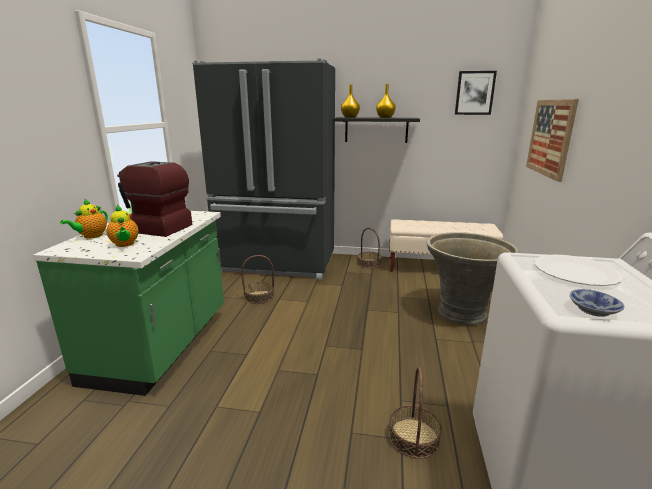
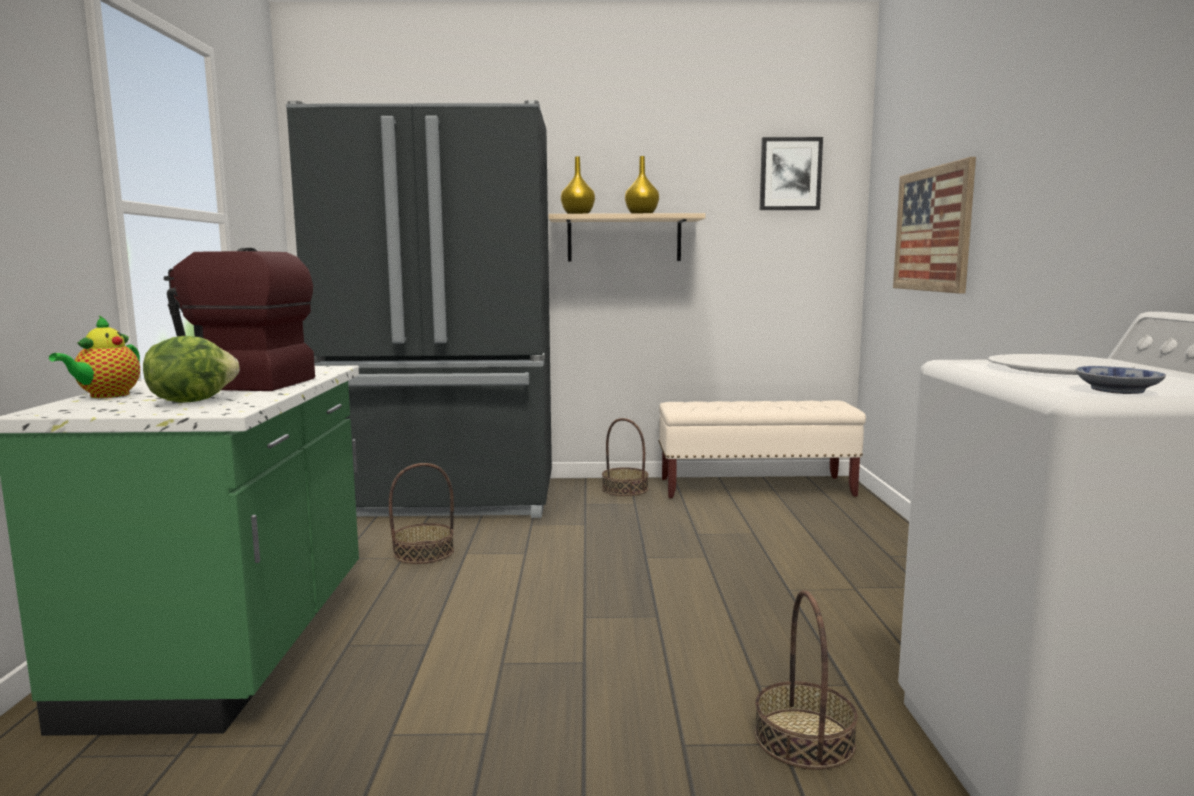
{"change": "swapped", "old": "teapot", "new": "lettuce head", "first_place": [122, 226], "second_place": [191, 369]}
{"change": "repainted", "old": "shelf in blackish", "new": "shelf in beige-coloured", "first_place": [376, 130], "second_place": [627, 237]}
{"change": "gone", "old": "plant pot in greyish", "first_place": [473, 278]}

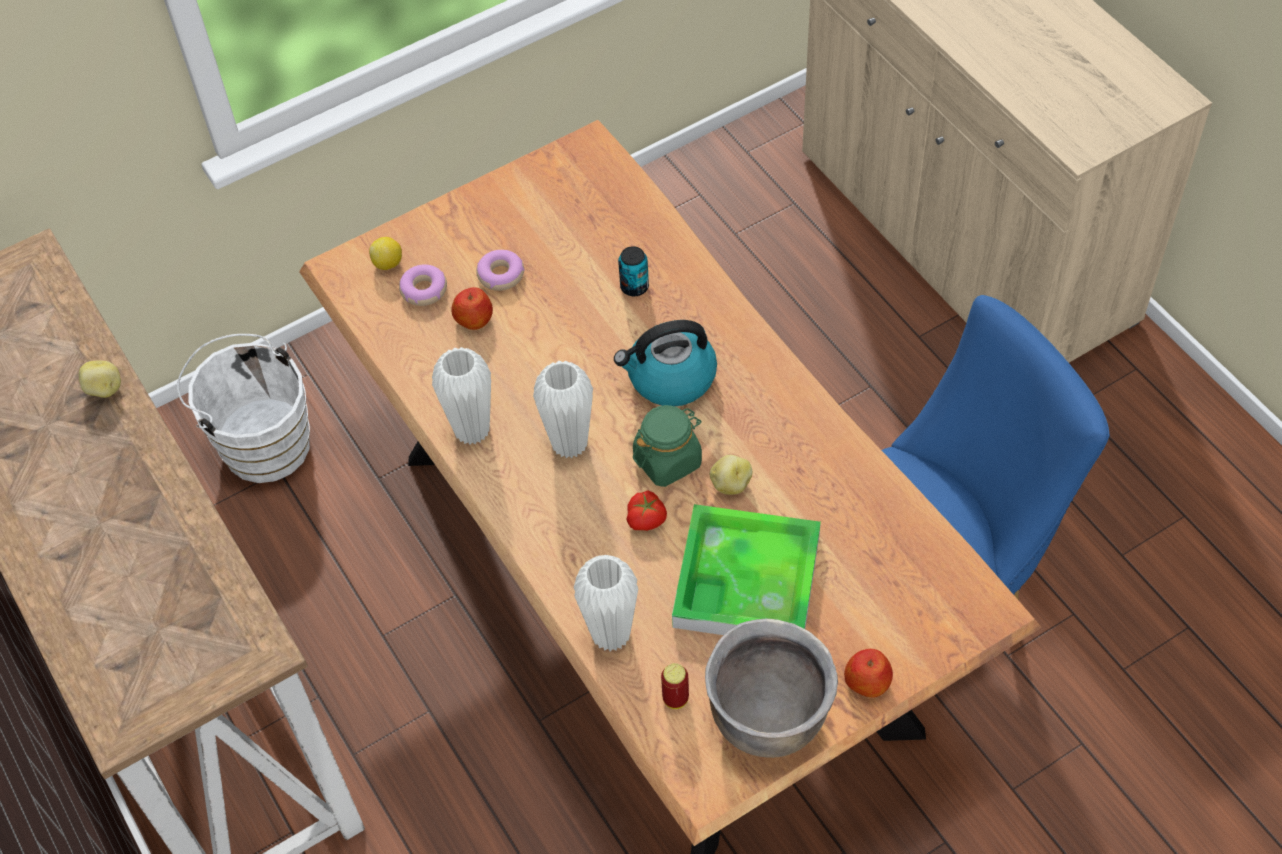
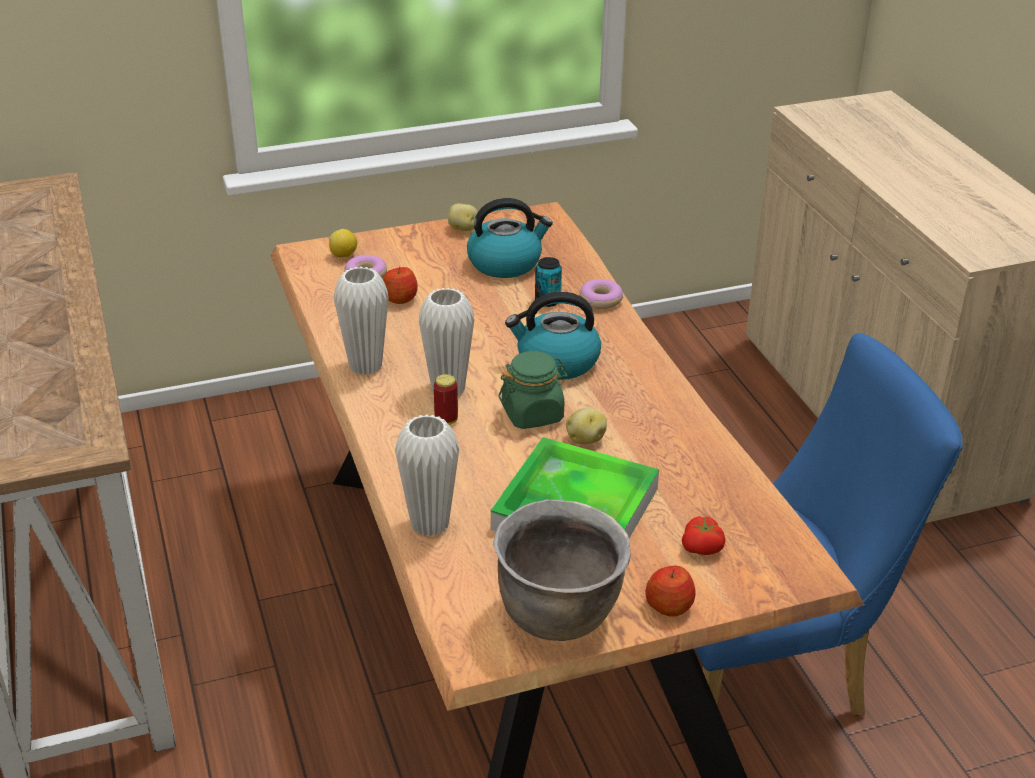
{"change": "shifted", "old": "spud", "first_place": [100, 379], "second_place": [463, 217]}
{"change": "gone", "old": "water bucket in white", "first_place": [243, 408]}
{"change": "shifted", "old": "ring doughnut", "first_place": [500, 270], "second_place": [601, 294]}
{"change": "shifted", "old": "fresh tomato", "first_place": [646, 510], "second_place": [703, 535]}
{"change": "shifted", "old": "metal can", "first_place": [675, 686], "second_place": [446, 399]}
{"change": "new", "new": "kettle", "second_place": [510, 238]}

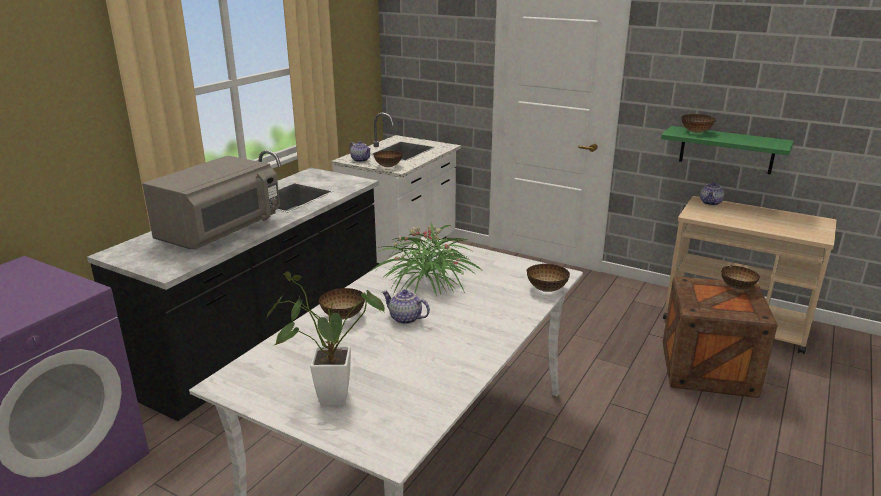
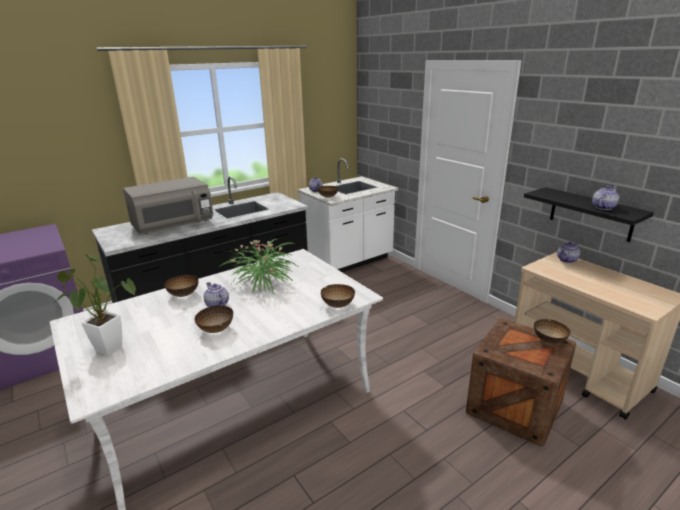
{"change": "repainted", "old": "shelf in green-coloured", "new": "shelf in blackish", "first_place": [727, 150], "second_place": [589, 214]}
{"change": "shifted", "old": "deep dish", "first_place": [699, 123], "second_place": [213, 319]}
{"change": "new", "new": "teapot", "second_place": [605, 198]}

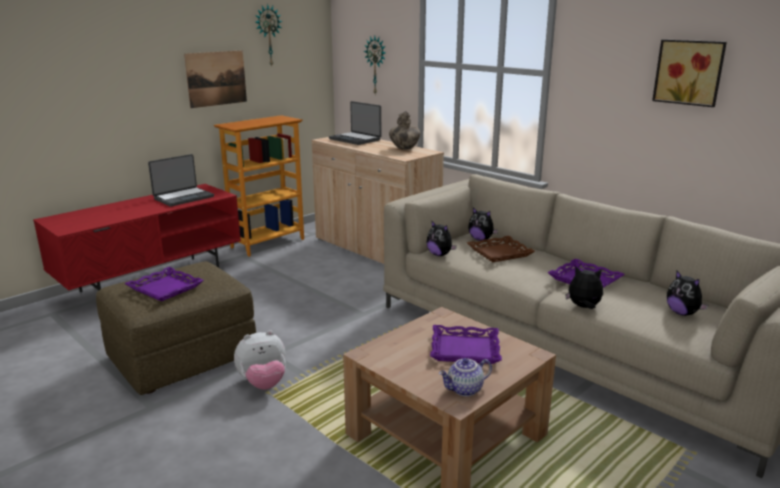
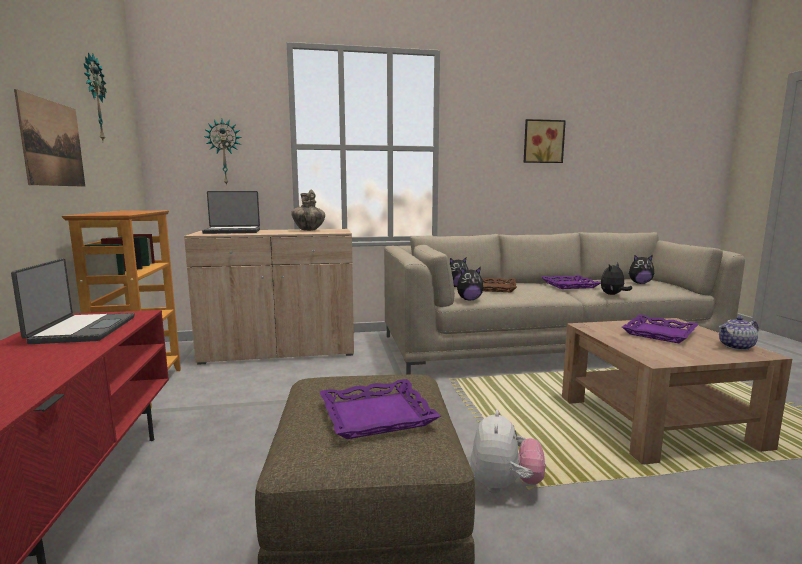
{"change": "rotated", "old": "teapot", "first_place": [465, 377], "second_place": [739, 333], "degrees": 60}

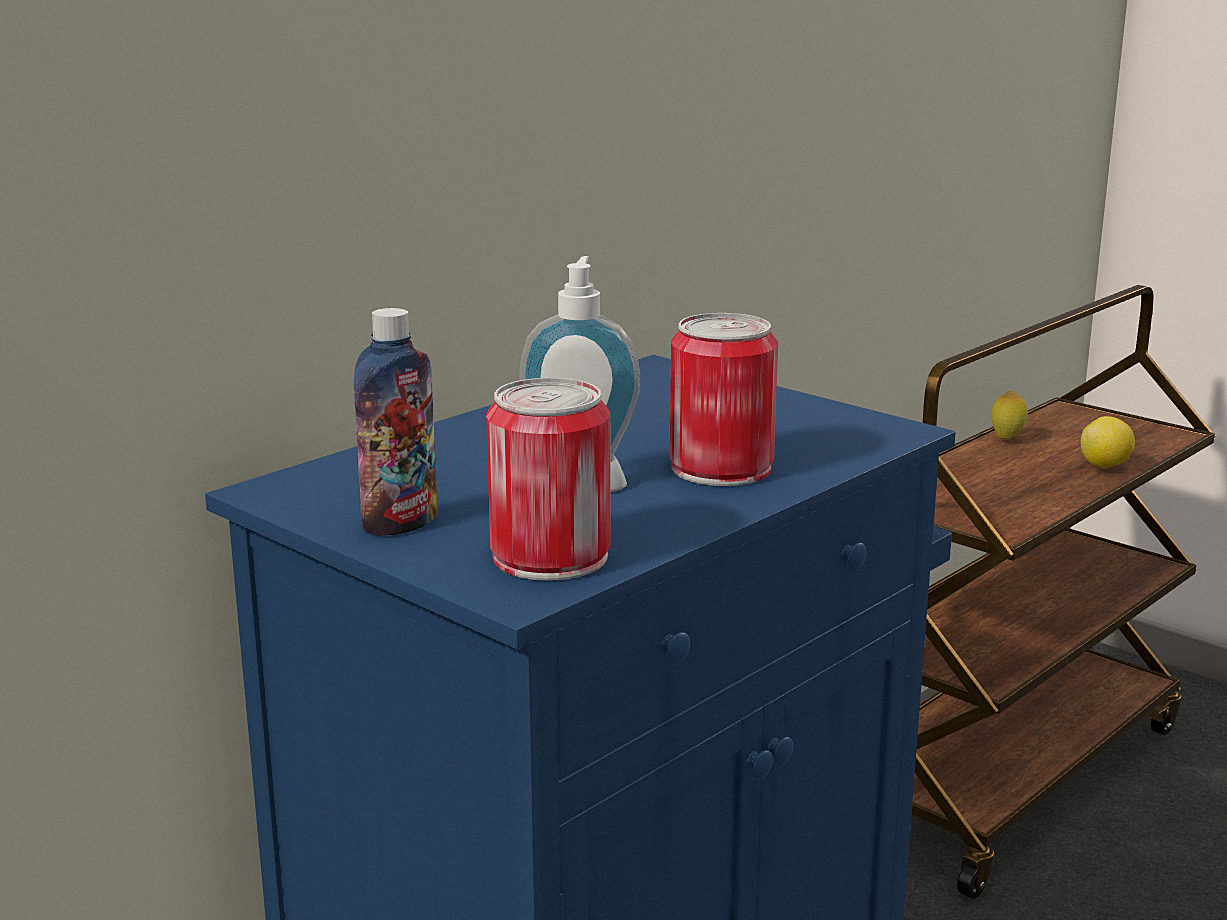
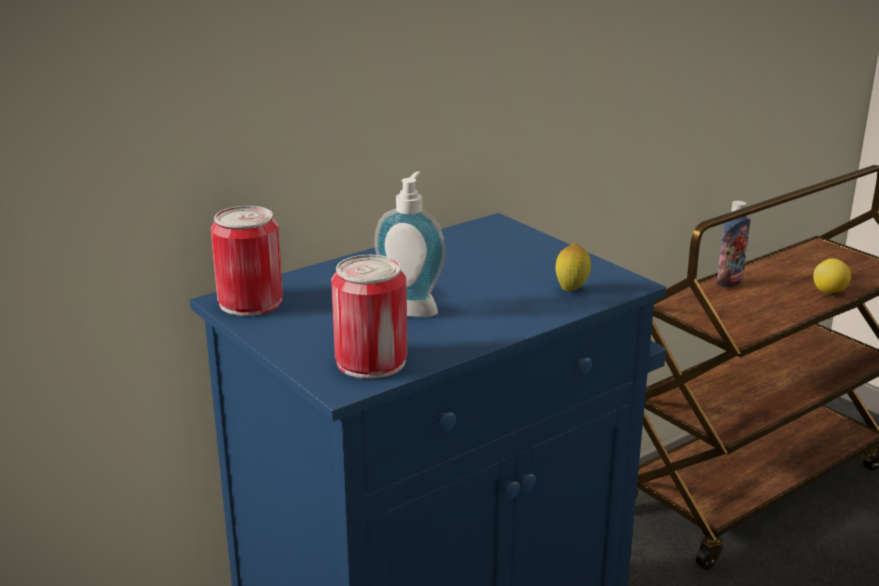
{"change": "shifted", "old": "bottle", "first_place": [395, 422], "second_place": [733, 244]}
{"change": "shifted", "old": "metal can", "first_place": [724, 399], "second_place": [247, 261]}
{"change": "shifted", "old": "citrus fruit", "first_place": [1009, 415], "second_place": [573, 267]}

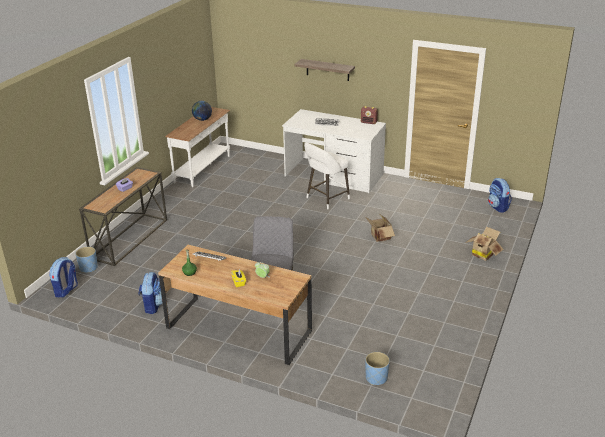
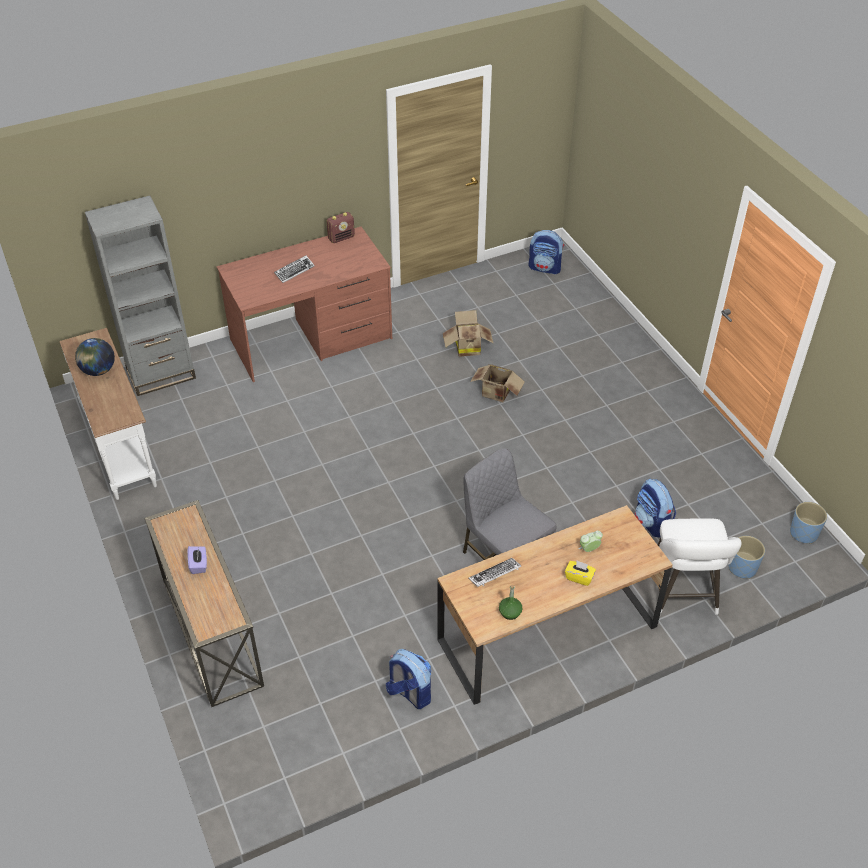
{"change": "shifted", "old": "rucksack", "first_place": [63, 277], "second_place": [655, 508]}
{"change": "shifted", "old": "plant pot in bluish", "first_place": [86, 260], "second_place": [808, 523]}
{"change": "repainted", "old": "desk unit in white", "new": "desk unit in brown-coloured", "first_place": [334, 151], "second_place": [304, 304]}
{"change": "gone", "old": "shelf", "first_place": [324, 70]}
{"change": "shifted", "old": "stool seat in white", "first_place": [327, 176], "second_place": [700, 566]}
{"change": "shifted", "old": "packing box", "first_place": [484, 244], "second_place": [468, 333]}
{"change": "new", "new": "shelving unit in greyish", "second_place": [140, 296]}

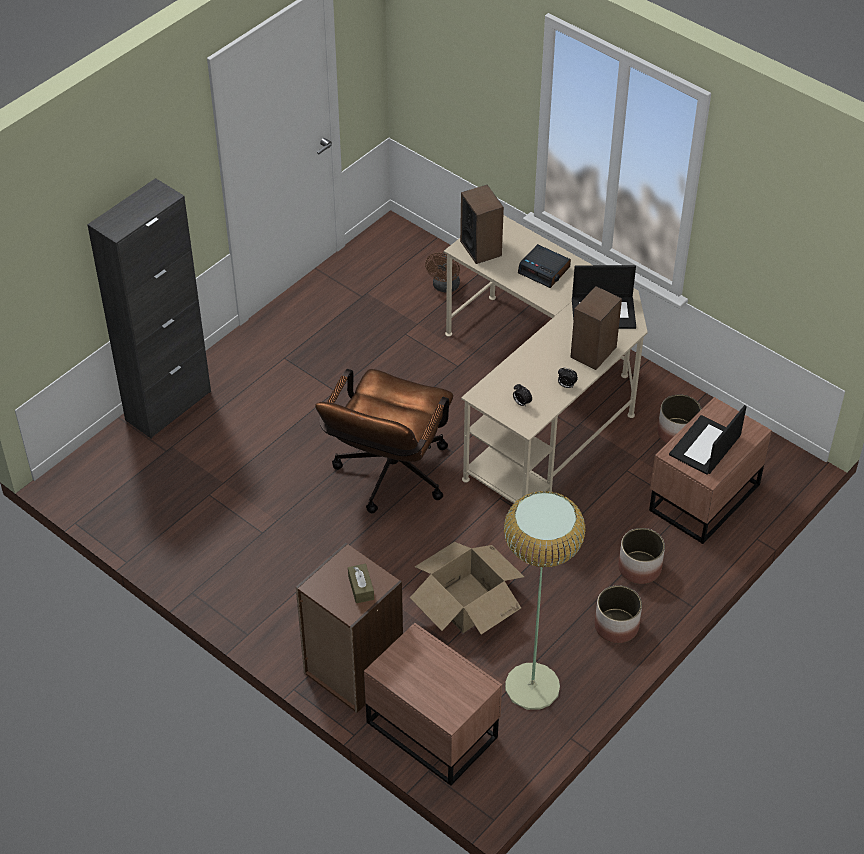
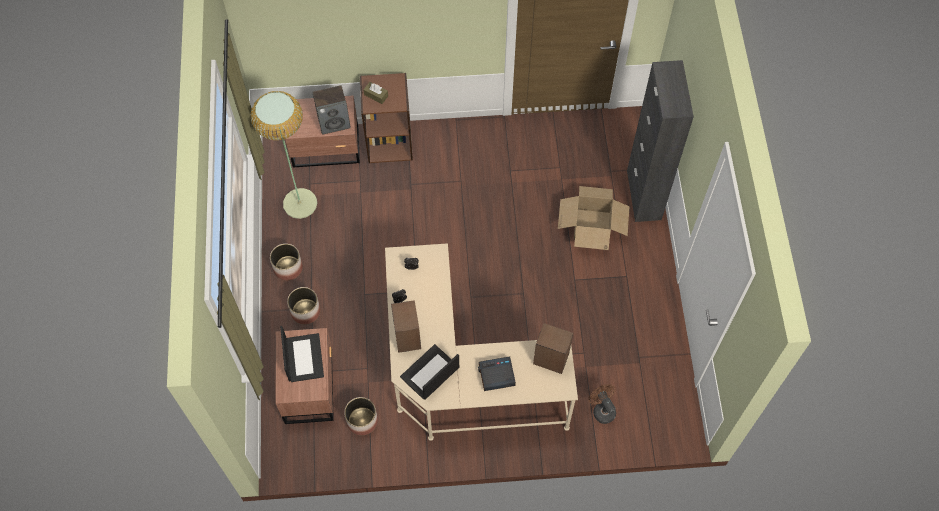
{"change": "gone", "old": "office chair in brown-coloured", "first_place": [384, 441]}
{"change": "shifted", "old": "packing box", "first_place": [467, 588], "second_place": [594, 218]}
{"change": "new", "new": "loudspeaker", "second_place": [332, 110]}

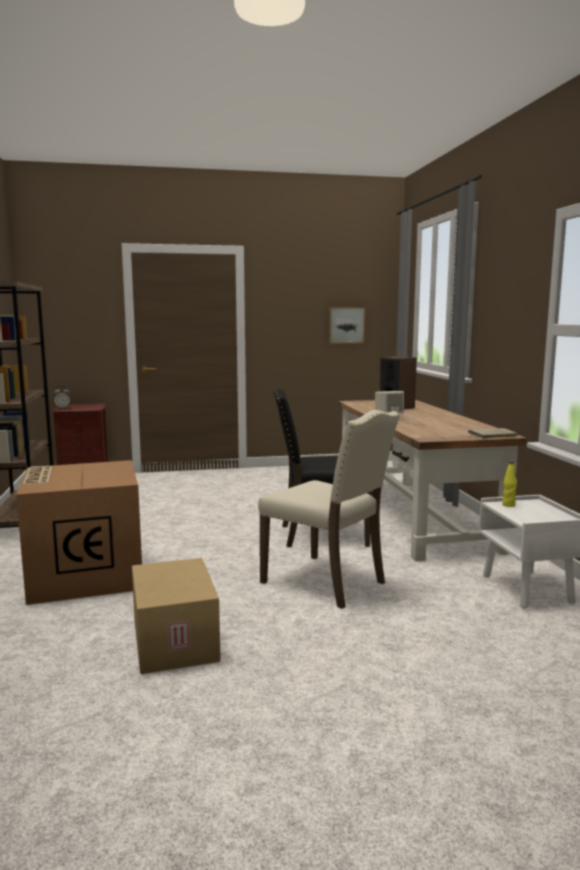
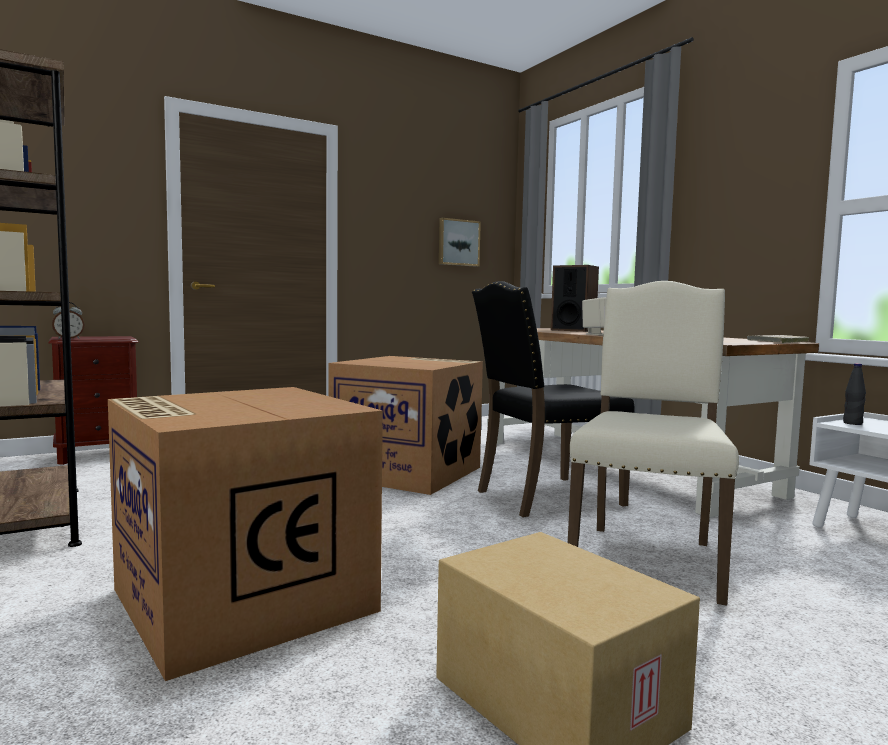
{"change": "rotated", "old": "plain chair in beige-coloured", "first_place": [329, 509], "second_place": [653, 443], "degrees": -90}
{"change": "repainted", "old": "bottle in yellow-coloured", "new": "bottle in blackish", "first_place": [509, 484], "second_place": [854, 394]}
{"change": "new", "new": "packing box", "second_place": [406, 425]}

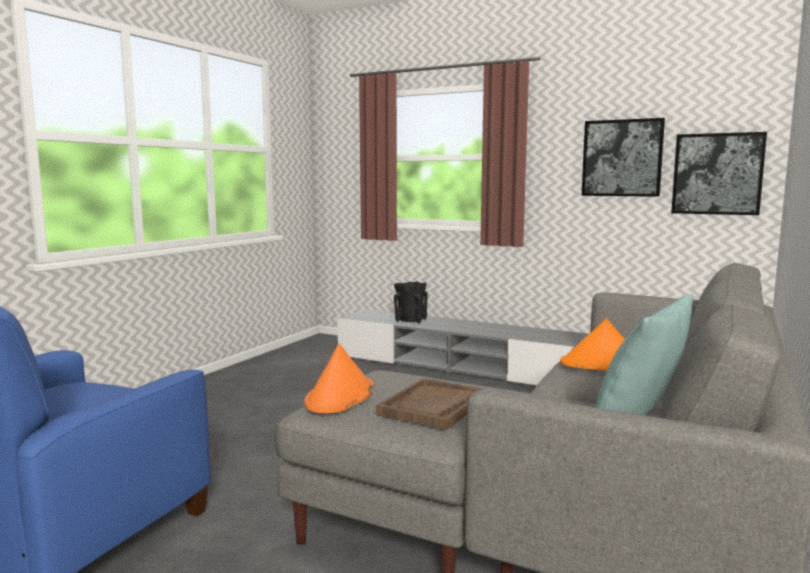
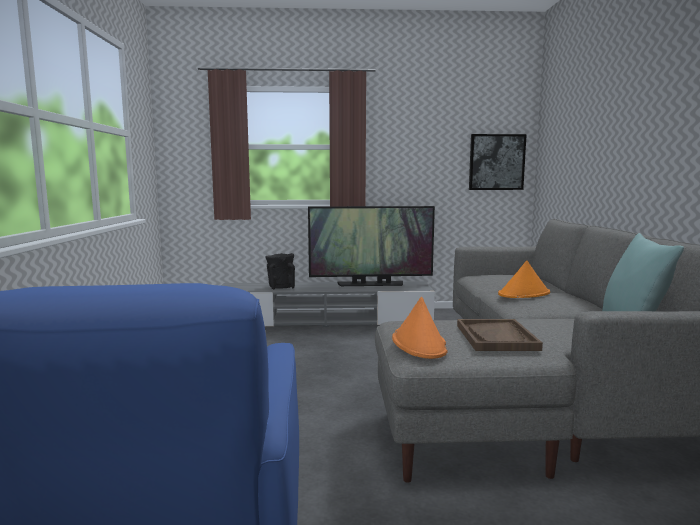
{"change": "gone", "old": "wall picture", "first_place": [623, 157]}
{"change": "new", "new": "television", "second_place": [371, 246]}

